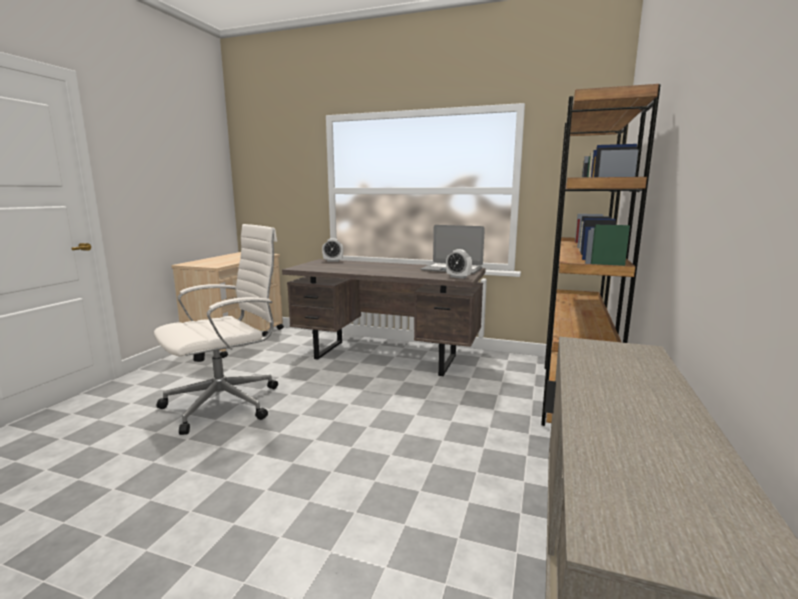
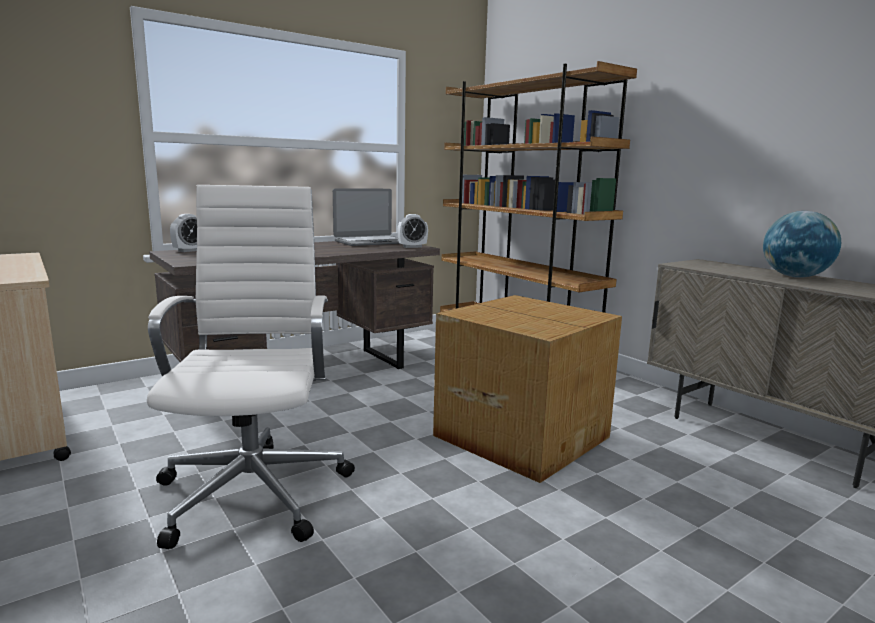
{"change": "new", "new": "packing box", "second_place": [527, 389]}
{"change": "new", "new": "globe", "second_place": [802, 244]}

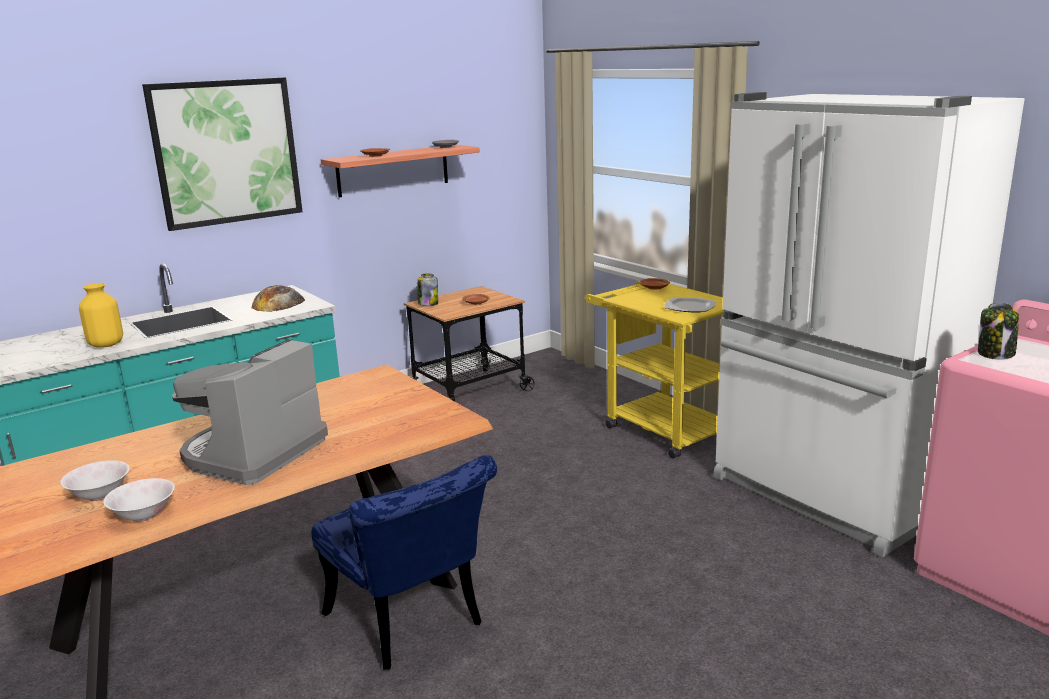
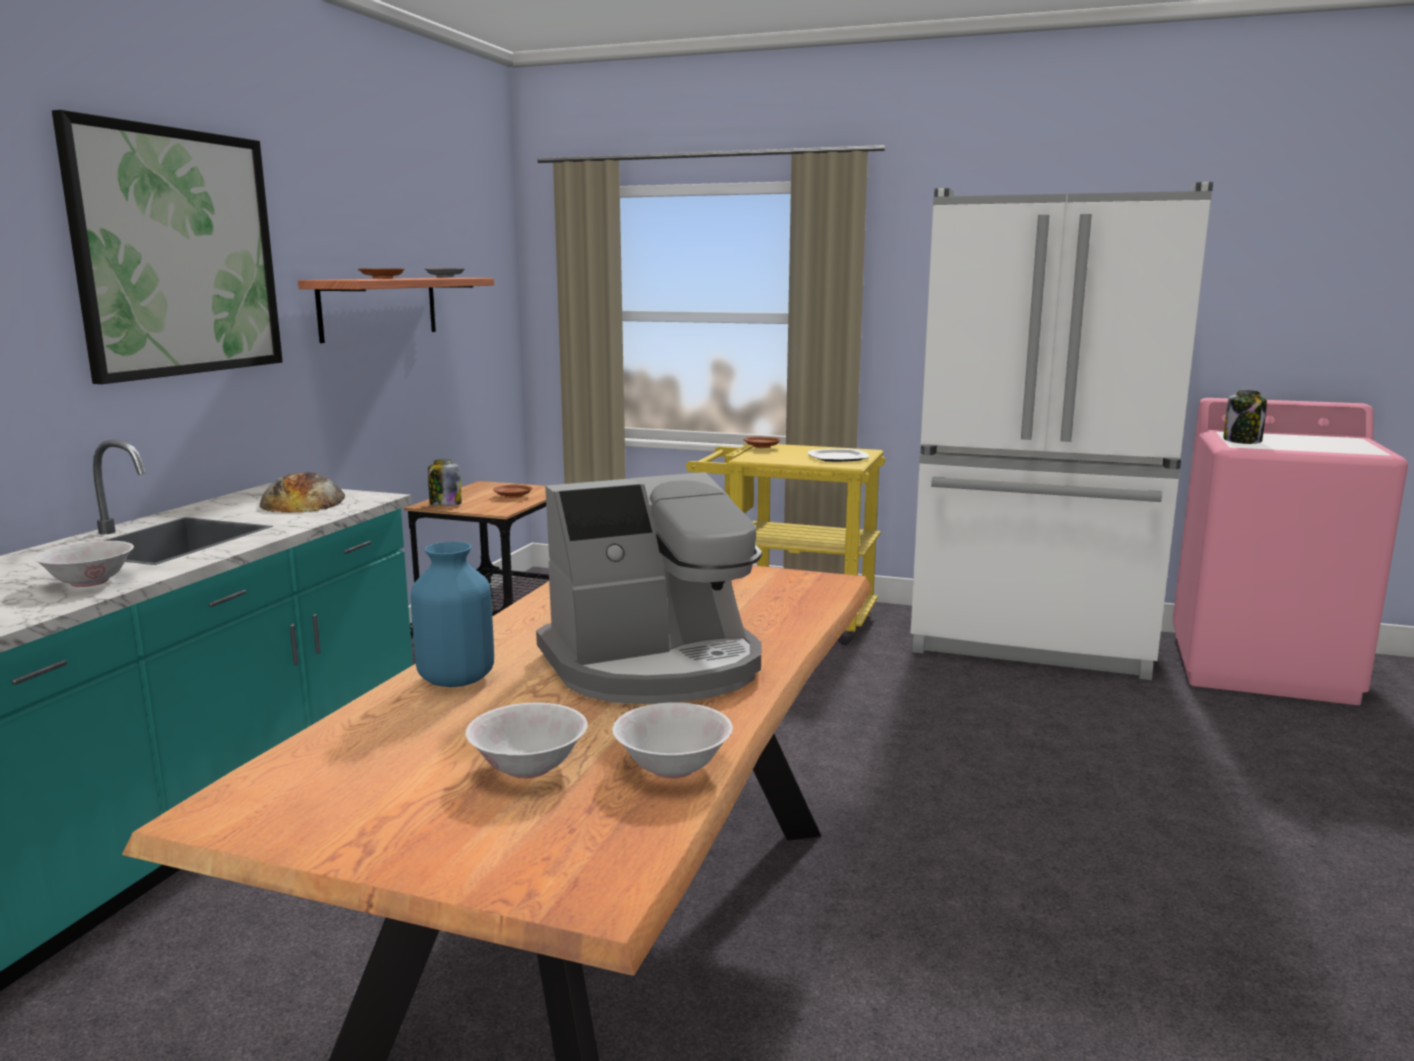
{"change": "swapped", "old": "decorative vase in yellow-coloured", "new": "deep dish in white", "first_place": [101, 315], "second_place": [84, 564]}
{"change": "rotated", "old": "coffee brewer", "first_place": [250, 412], "second_place": [649, 588], "degrees": -105}
{"change": "gone", "old": "plain chair in bluish", "first_place": [404, 562]}
{"change": "new", "new": "decorative vase in bluish", "second_place": [452, 614]}

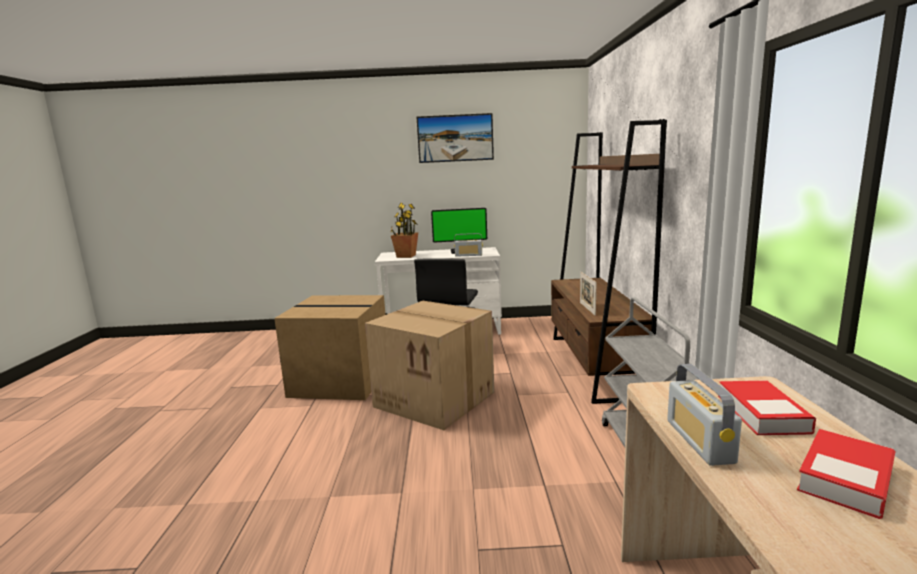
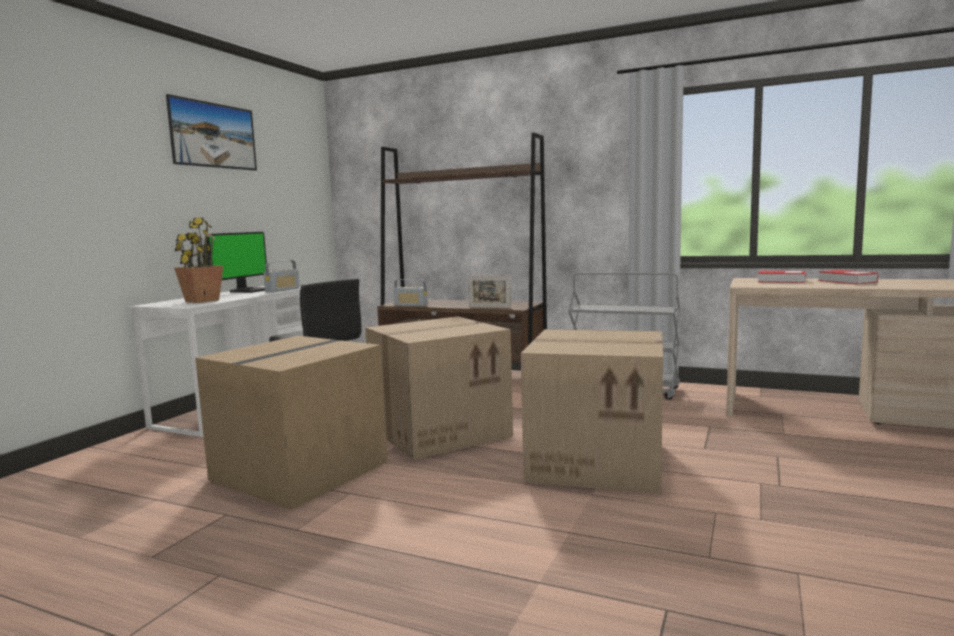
{"change": "shifted", "old": "radio set", "first_place": [704, 415], "second_place": [411, 292]}
{"change": "new", "new": "packing box", "second_place": [592, 411]}

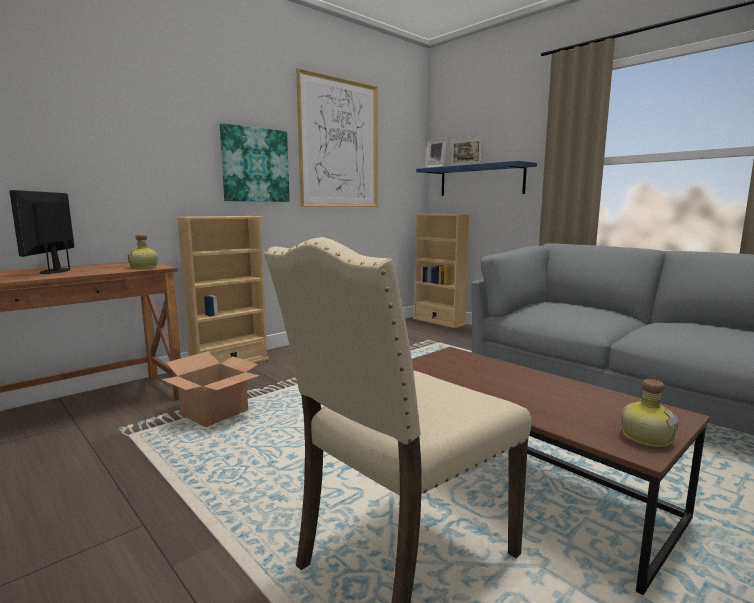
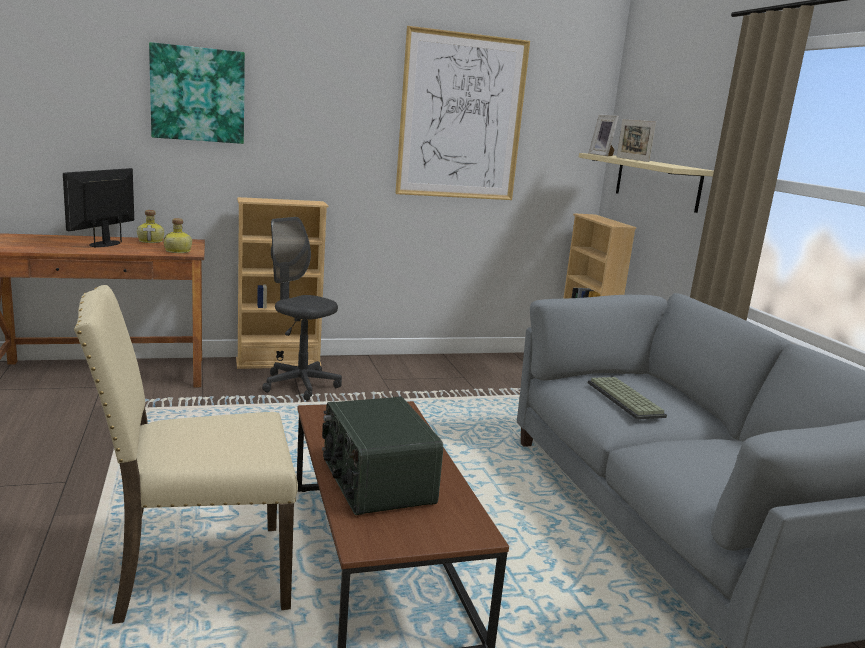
{"change": "gone", "old": "packing box", "first_place": [210, 389]}
{"change": "shifted", "old": "wall picture", "first_place": [255, 162], "second_place": [197, 93]}
{"change": "repainted", "old": "shelf in bluish", "new": "shelf in beige-coloured", "first_place": [476, 178], "second_place": [646, 183]}
{"change": "shifted", "old": "bottle", "first_place": [650, 413], "second_place": [150, 226]}
{"change": "new", "new": "office chair in greyish", "second_place": [302, 309]}
{"change": "new", "new": "radio set", "second_place": [382, 455]}
{"change": "new", "new": "computer keyboard", "second_place": [627, 398]}

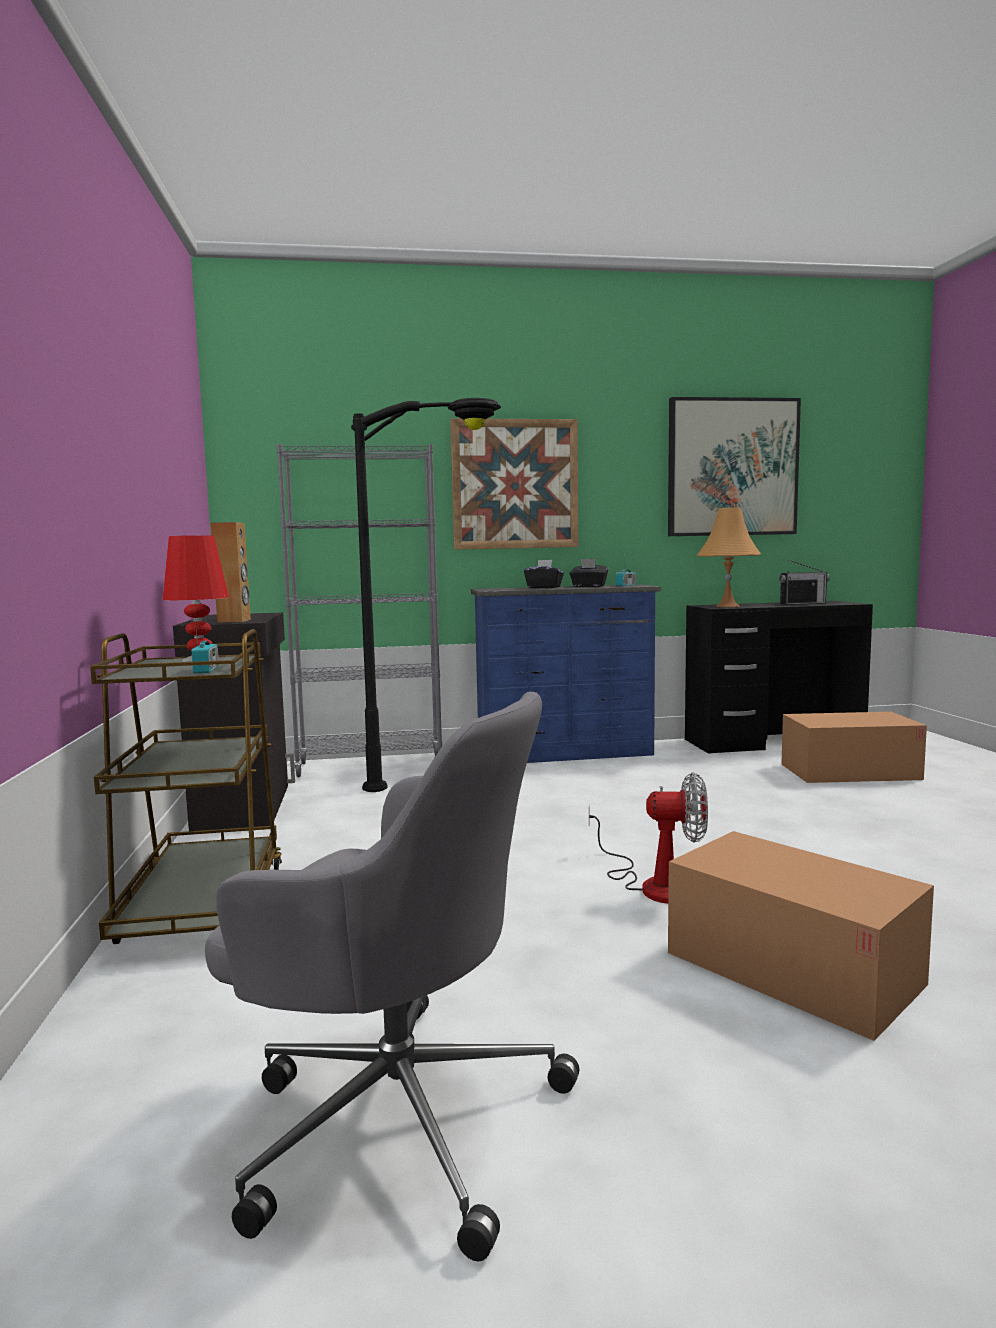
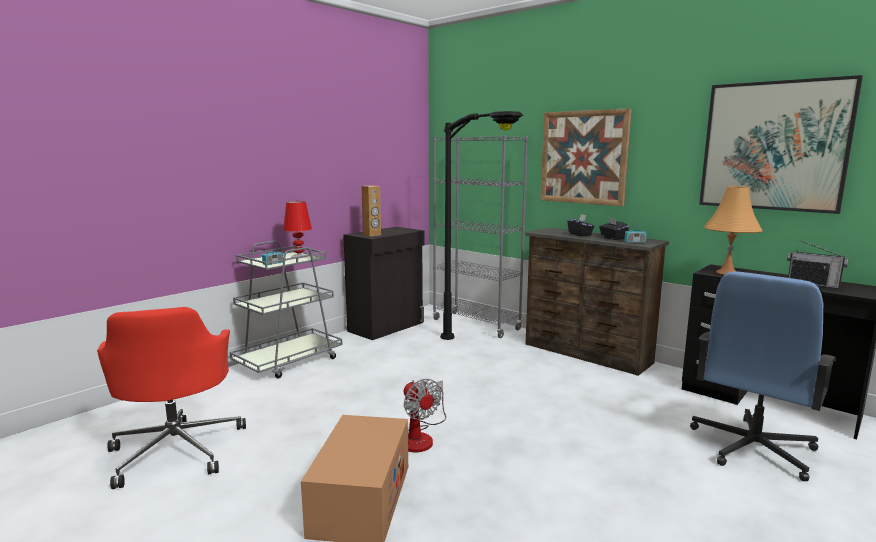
{"change": "repainted", "old": "wheeled cart in brown-coloured", "new": "wheeled cart in greyish", "first_place": [186, 786], "second_place": [286, 310]}
{"change": "repainted", "old": "office chair in greyish", "new": "office chair in reddish", "first_place": [392, 977], "second_place": [171, 398]}
{"change": "repainted", "old": "drawer chest in bluish", "new": "drawer chest in brown-coloured", "first_place": [566, 673], "second_place": [597, 302]}
{"change": "swapped", "old": "packing box", "new": "office chair in bluish", "first_place": [854, 747], "second_place": [763, 376]}

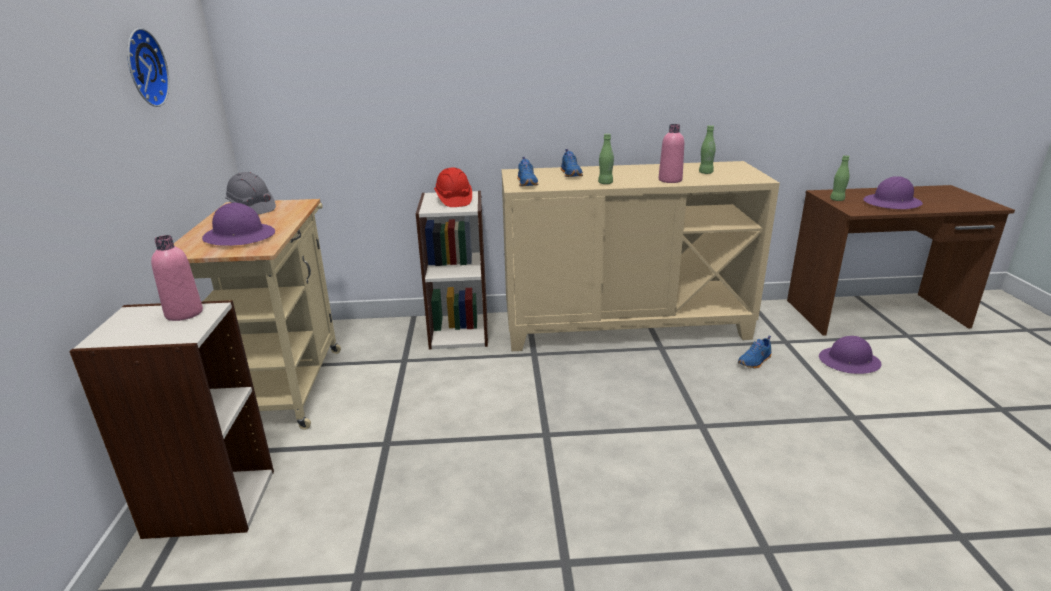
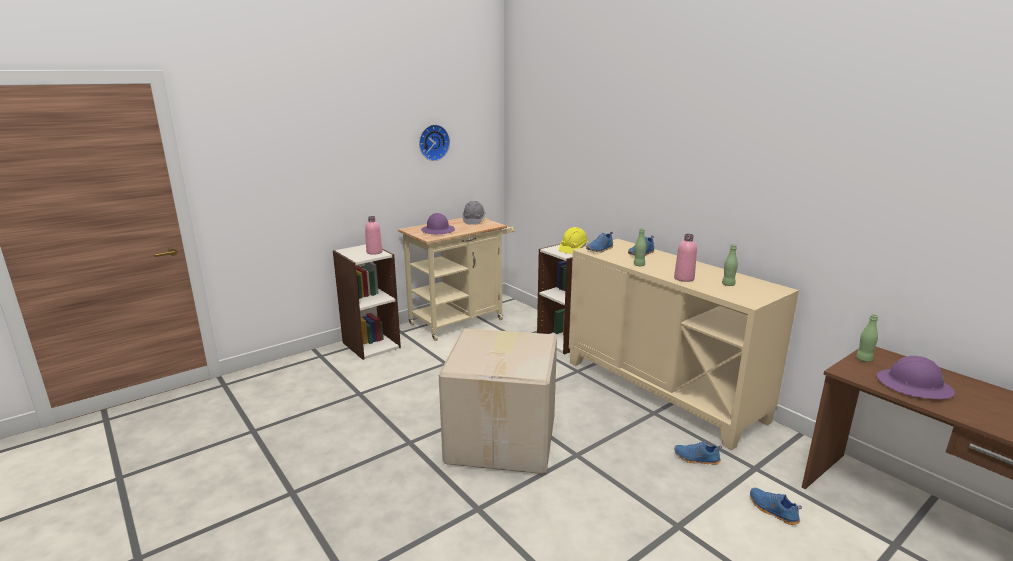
{"change": "repainted", "old": "safety helmet in reddish", "new": "safety helmet in yellow-coloured", "first_place": [453, 187], "second_place": [573, 240]}
{"change": "swapped", "old": "safety helmet in purple", "new": "shoe in bluish", "first_place": [850, 355], "second_place": [776, 506]}
{"change": "new", "new": "packing box", "second_place": [498, 401]}

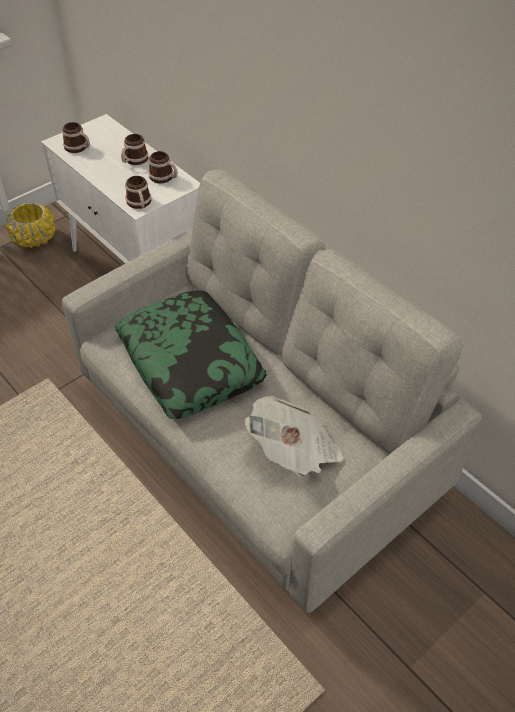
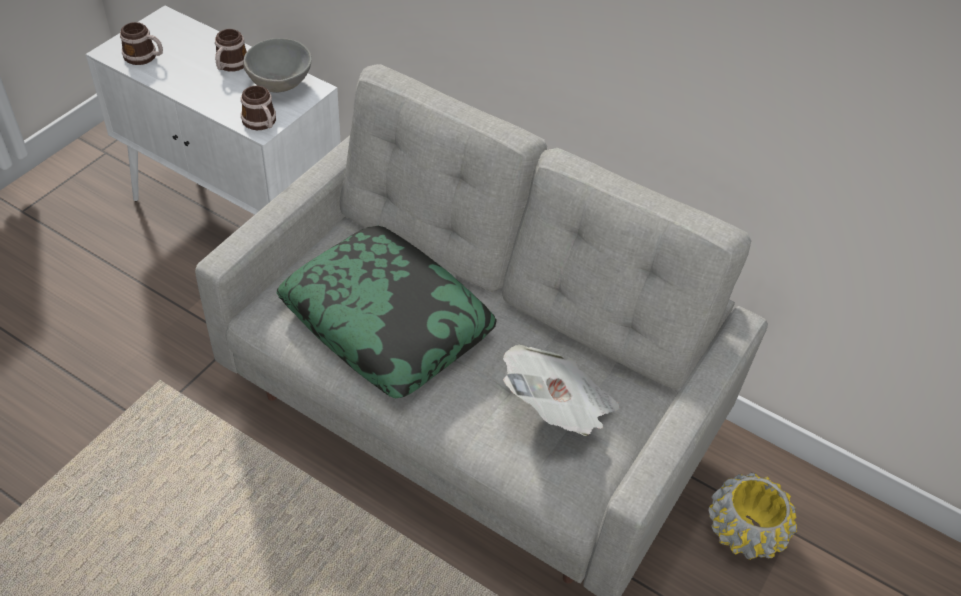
{"change": "shifted", "old": "plant pot in yellow-coloured", "first_place": [30, 225], "second_place": [753, 516]}
{"change": "swapped", "old": "mug", "new": "deep dish in greyish", "first_place": [163, 167], "second_place": [278, 65]}

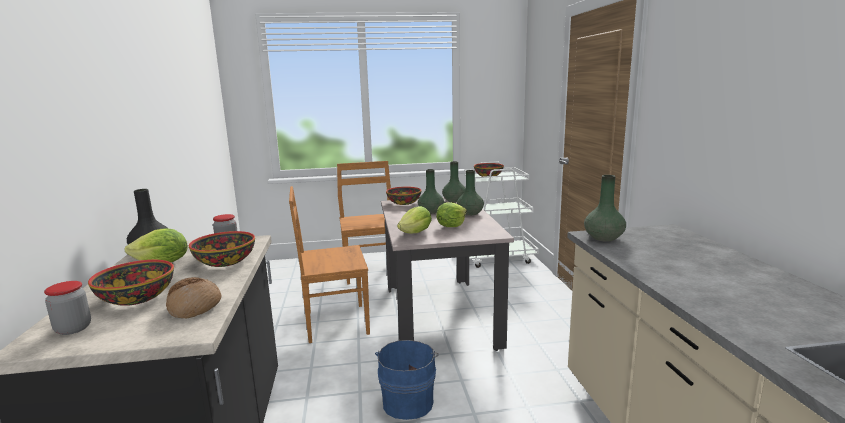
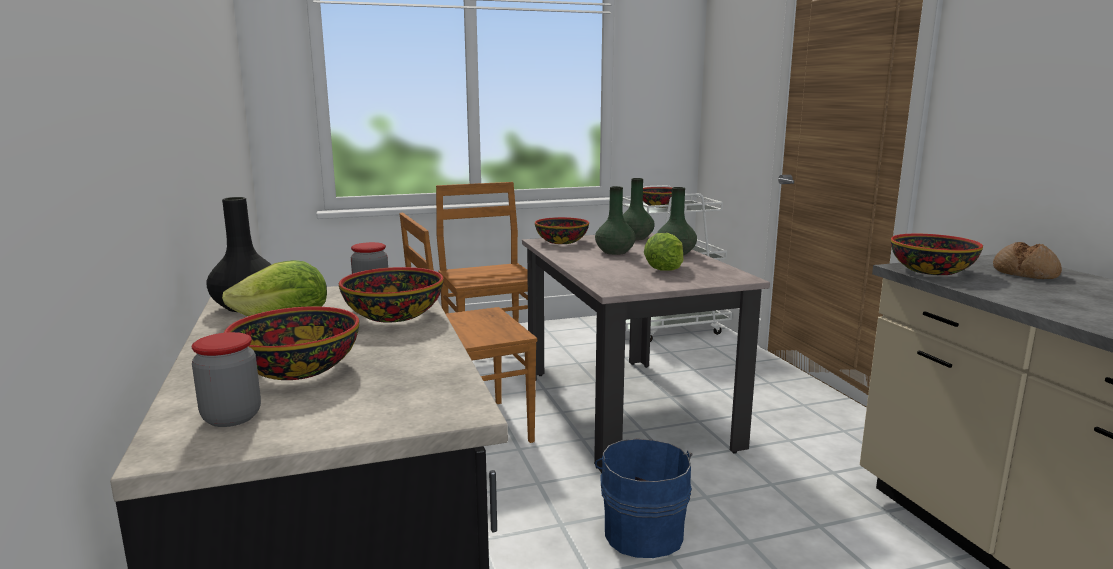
{"change": "shifted", "old": "baked bread", "first_place": [194, 298], "second_place": [1027, 260]}
{"change": "gone", "old": "lettuce head", "first_place": [414, 219]}
{"change": "swapped", "old": "decorative vase in green-coloured", "new": "deep dish", "first_place": [605, 208], "second_place": [937, 254]}

